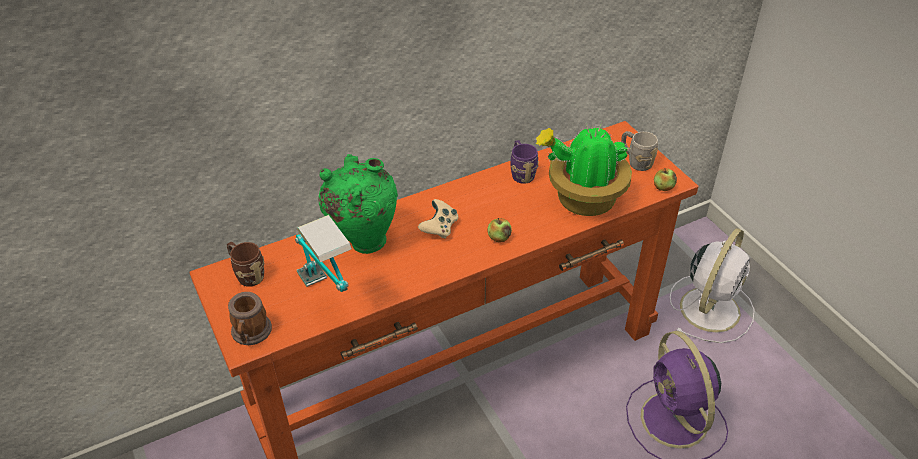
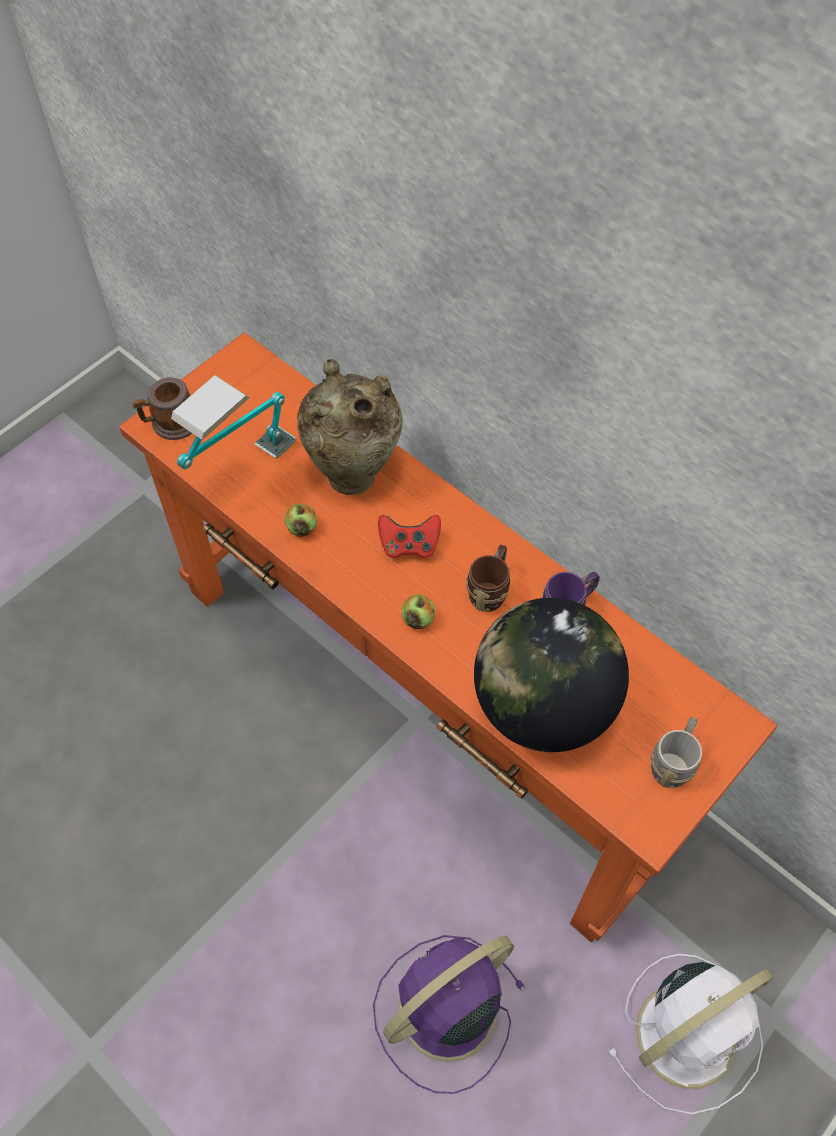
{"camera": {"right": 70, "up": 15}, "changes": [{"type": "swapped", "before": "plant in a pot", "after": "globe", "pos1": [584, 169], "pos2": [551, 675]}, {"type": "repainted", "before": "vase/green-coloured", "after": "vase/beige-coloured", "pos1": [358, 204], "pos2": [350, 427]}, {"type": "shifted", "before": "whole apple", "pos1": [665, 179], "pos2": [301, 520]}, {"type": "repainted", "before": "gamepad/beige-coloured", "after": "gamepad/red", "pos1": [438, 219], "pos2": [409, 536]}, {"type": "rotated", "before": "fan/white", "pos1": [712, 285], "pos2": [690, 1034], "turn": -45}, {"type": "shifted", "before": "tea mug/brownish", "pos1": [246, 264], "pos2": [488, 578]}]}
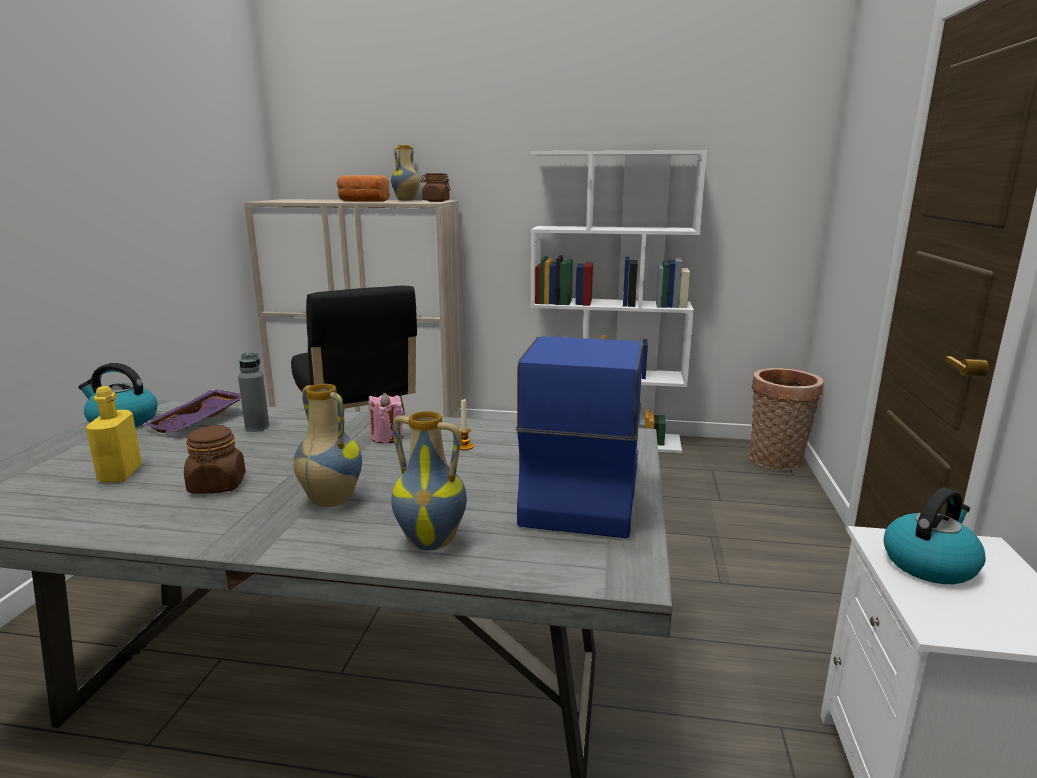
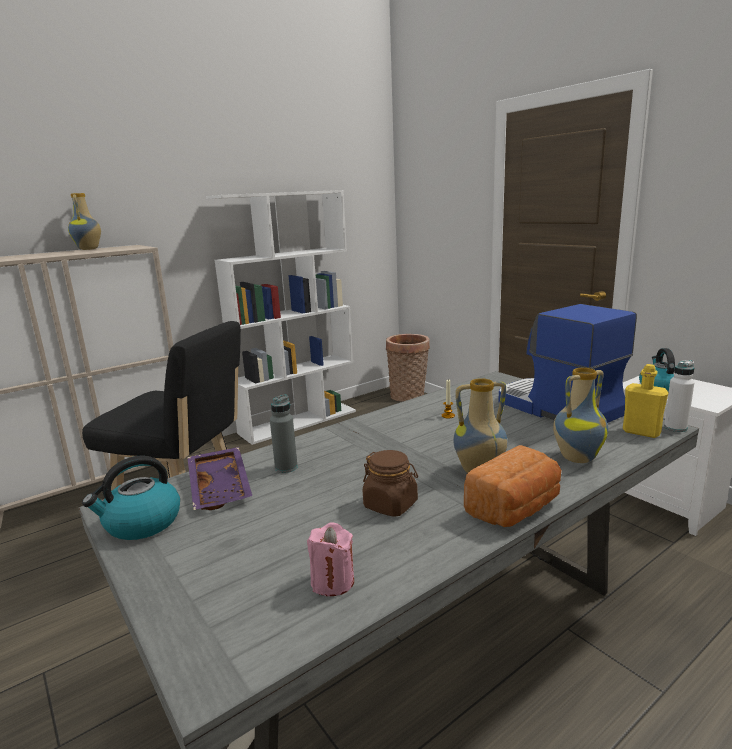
{"camera": {"right": -45, "up": 0}, "changes": [{"type": "gone", "before": "jar/brownish", "pos1": [435, 187]}, {"type": "shifted", "before": "baked bread", "pos1": [363, 188], "pos2": [512, 486]}, {"type": "shifted", "before": "beverage bottle/yellowish", "pos1": [113, 434], "pos2": [646, 401]}, {"type": "shifted", "before": "candle/pink", "pos1": [386, 418], "pos2": [330, 559]}, {"type": "new", "after": "beverage bottle/white", "pos2": [679, 396]}]}
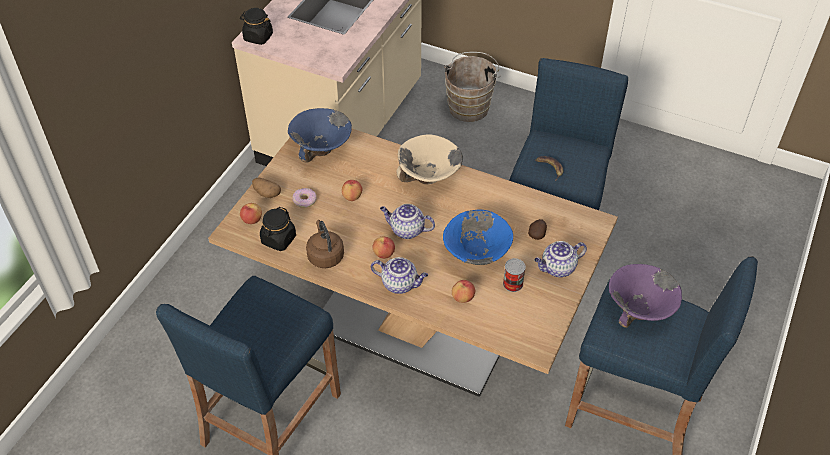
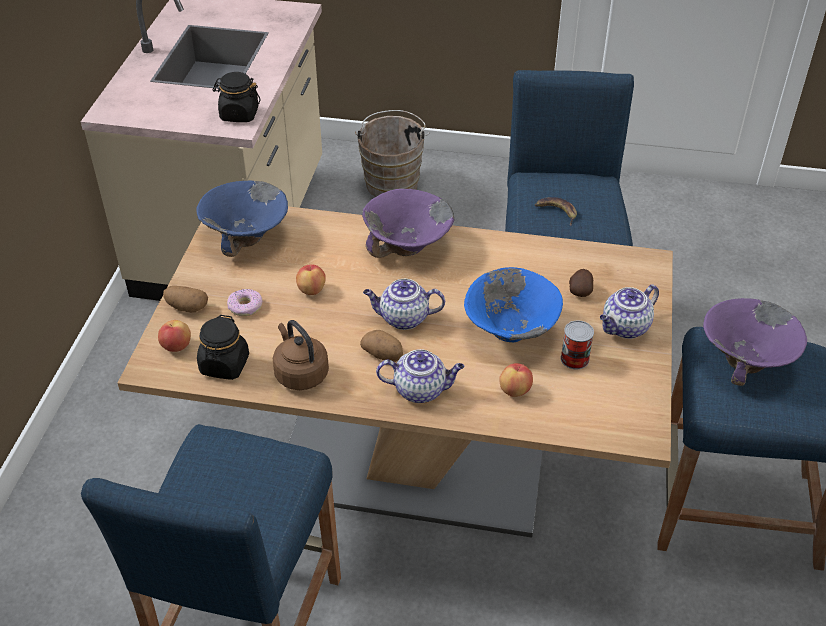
{"camera": {"right": -15, "up": -5}, "changes": [{"type": "shifted", "before": "jar/black", "pos1": [256, 26], "pos2": [236, 97]}, {"type": "repainted", "before": "serving bowl/beige-coloured", "after": "serving bowl/purple-coloured", "pos1": [429, 159], "pos2": [408, 223]}, {"type": "swapped", "before": "whole apple", "after": "spud", "pos1": [384, 248], "pos2": [381, 346]}]}
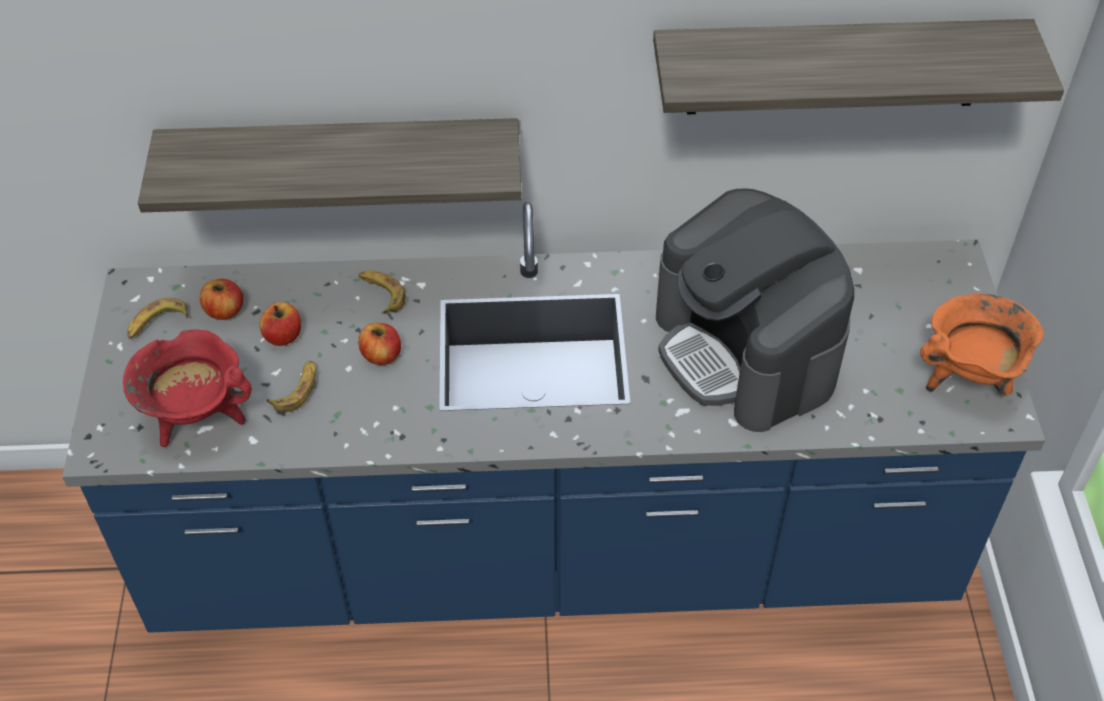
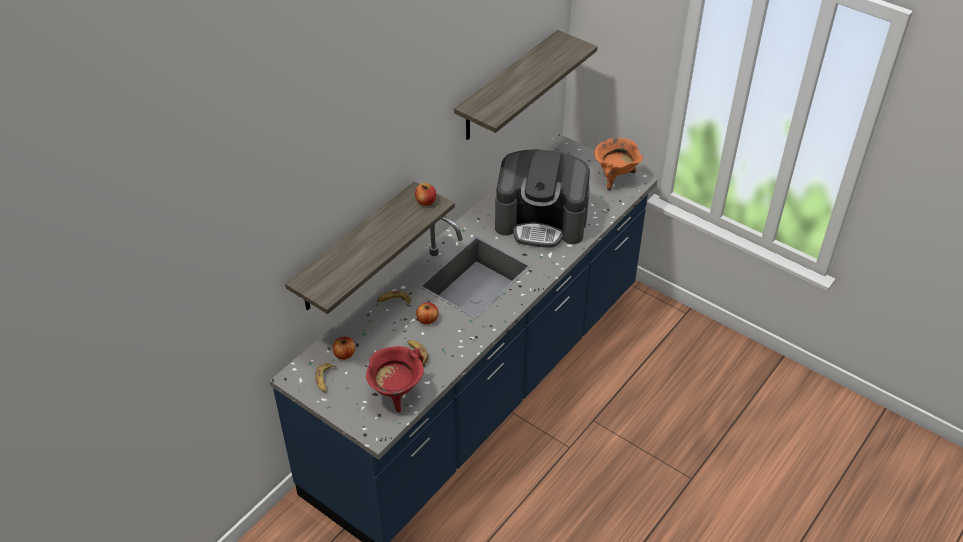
{"camera": {"right": -50, "up": -5}, "changes": [{"type": "shifted", "before": "whole apple", "pos1": [280, 324], "pos2": [425, 194]}]}
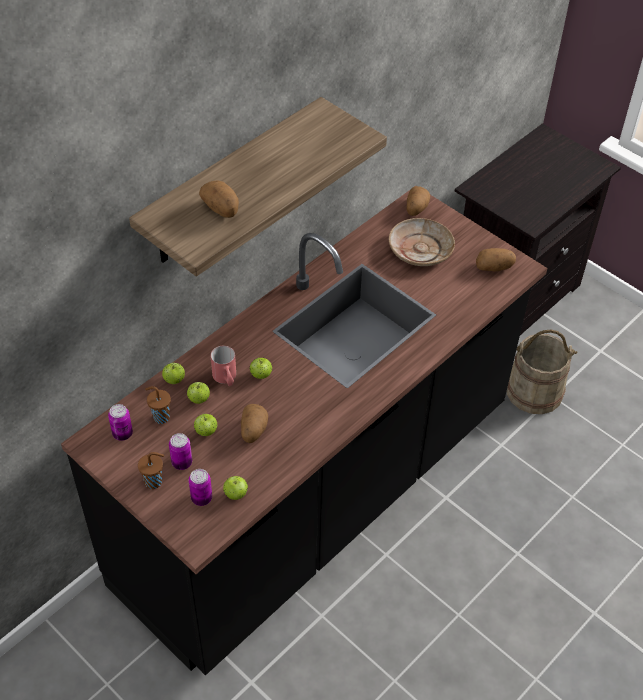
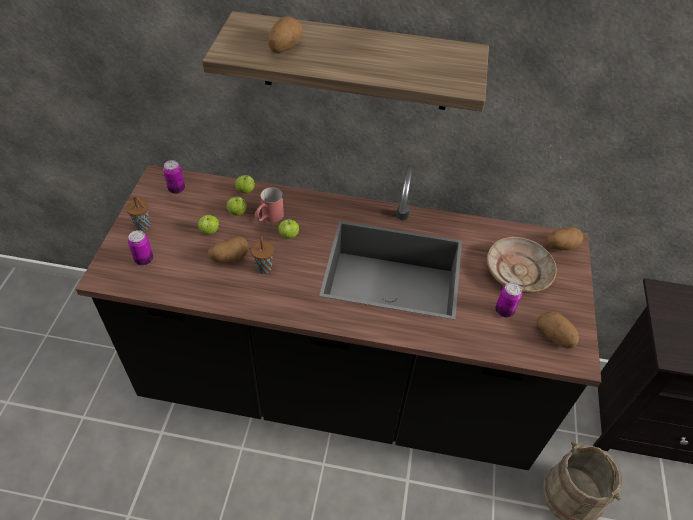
{"camera": {"right": 55, "up": 0}, "changes": [{"type": "shifted", "before": "cup/brownish", "pos1": [158, 405], "pos2": [262, 254]}, {"type": "shifted", "before": "metal can", "pos1": [180, 451], "pos2": [508, 300]}, {"type": "gone", "before": "whole apple", "pos1": [235, 488]}]}
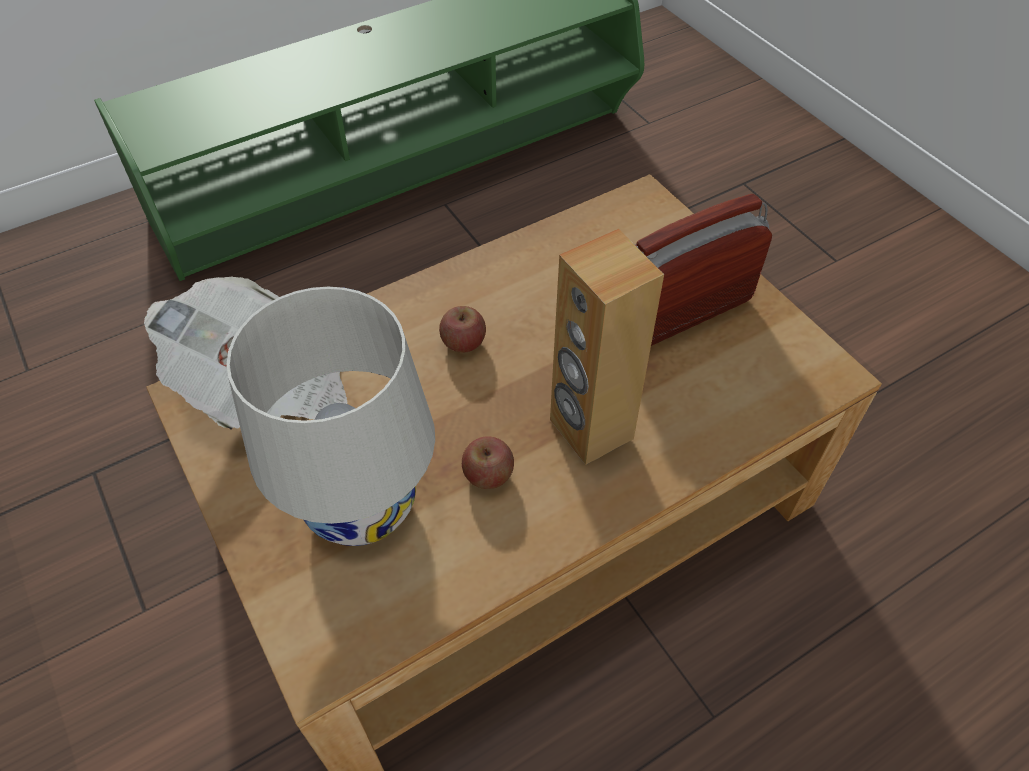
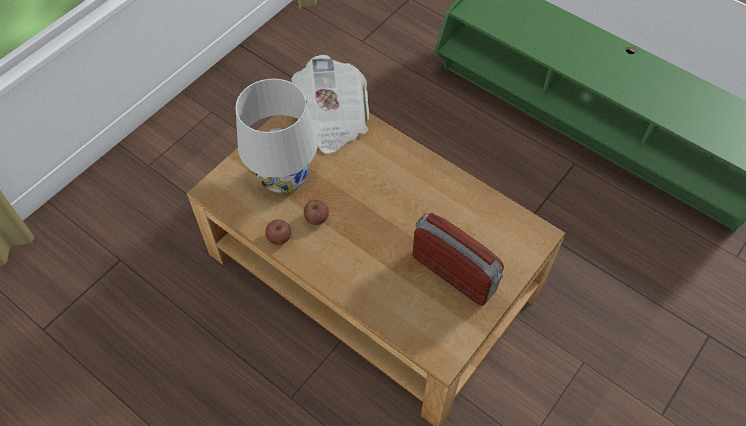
{"camera": {"right": 70, "up": 5}, "changes": [{"type": "gone", "before": "loudspeaker/brownish", "pos1": [607, 347]}, {"type": "shifted", "before": "whole apple", "pos1": [462, 329], "pos2": [278, 232]}]}
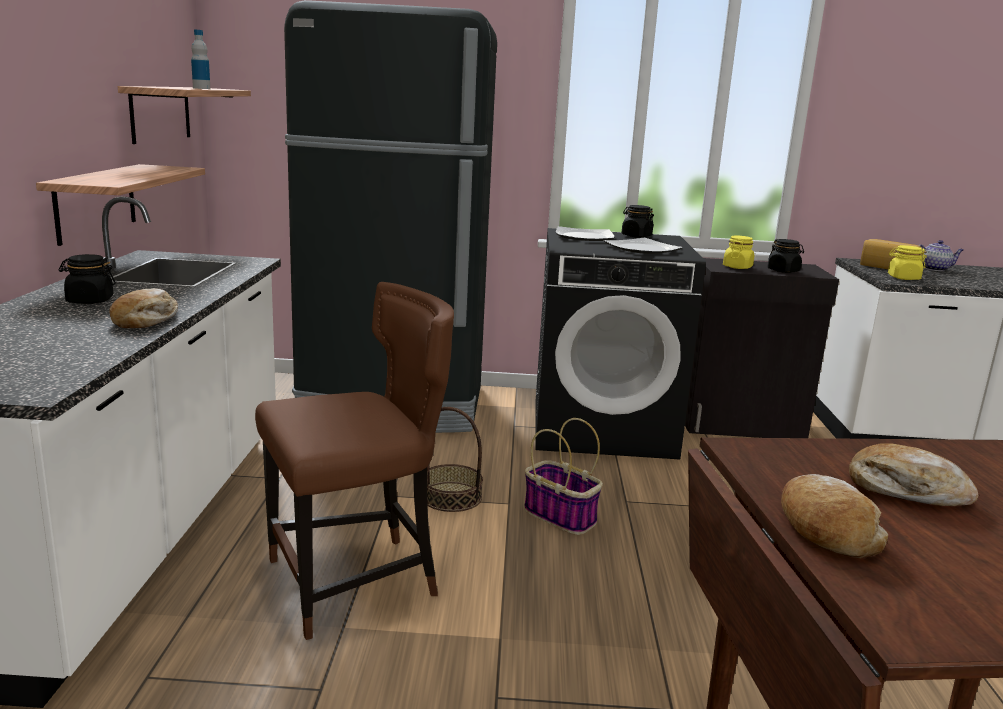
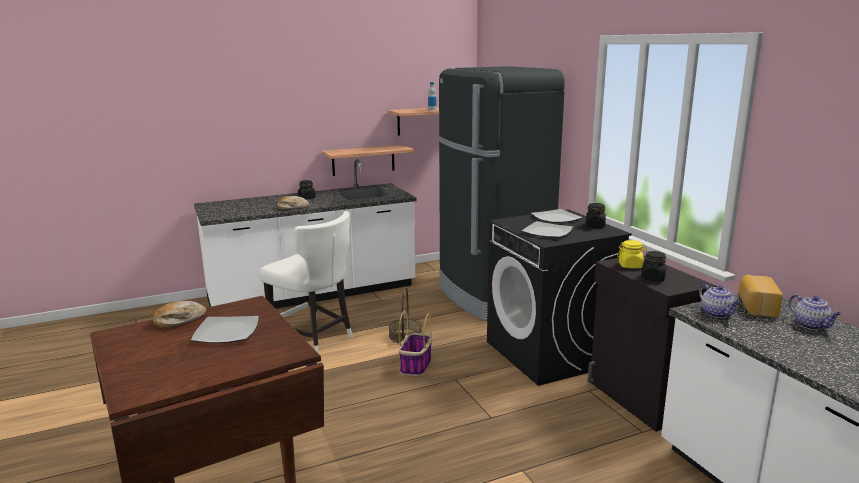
{"camera": {"right": 65, "up": 0}, "changes": [{"type": "swapped", "before": "jar/yellowish", "after": "teapot", "pos1": [907, 262], "pos2": [719, 301]}, {"type": "repainted", "before": "upright chair/brownish", "after": "upright chair/white", "pos1": [354, 461], "pos2": [306, 282]}, {"type": "swapped", "before": "baked bread", "after": "plate", "pos1": [914, 474], "pos2": [225, 329]}]}
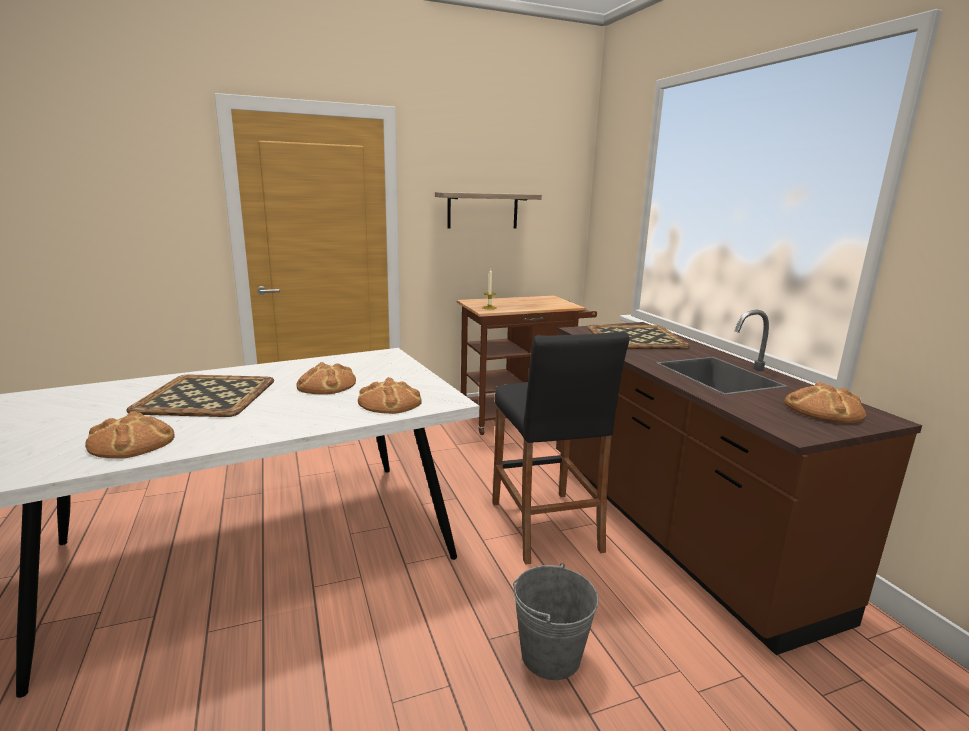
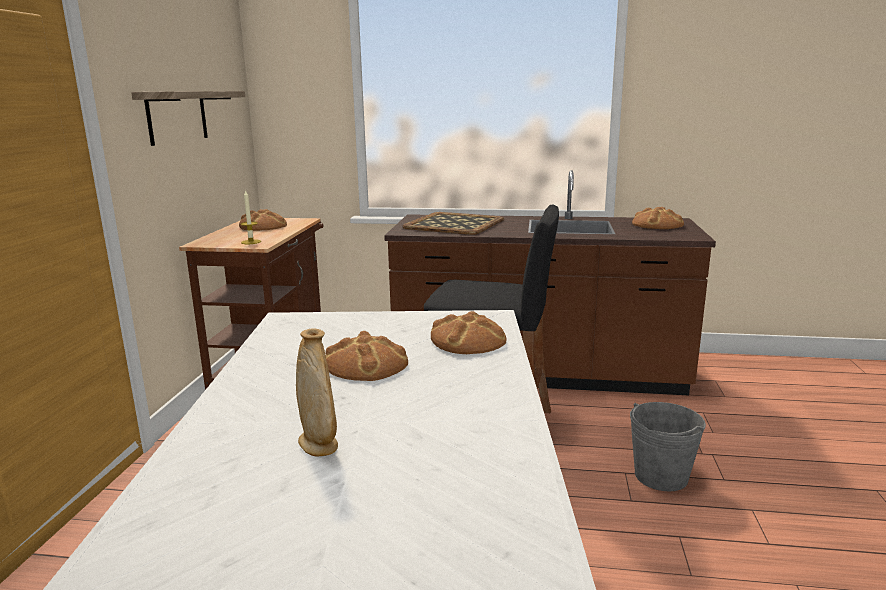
{"camera": {"right": -60, "up": 0}, "changes": [{"type": "swapped", "before": "carrying tray", "after": "vase/beige-coloured", "pos1": [200, 396], "pos2": [317, 392]}, {"type": "shifted", "before": "baked bread", "pos1": [130, 434], "pos2": [263, 220]}]}
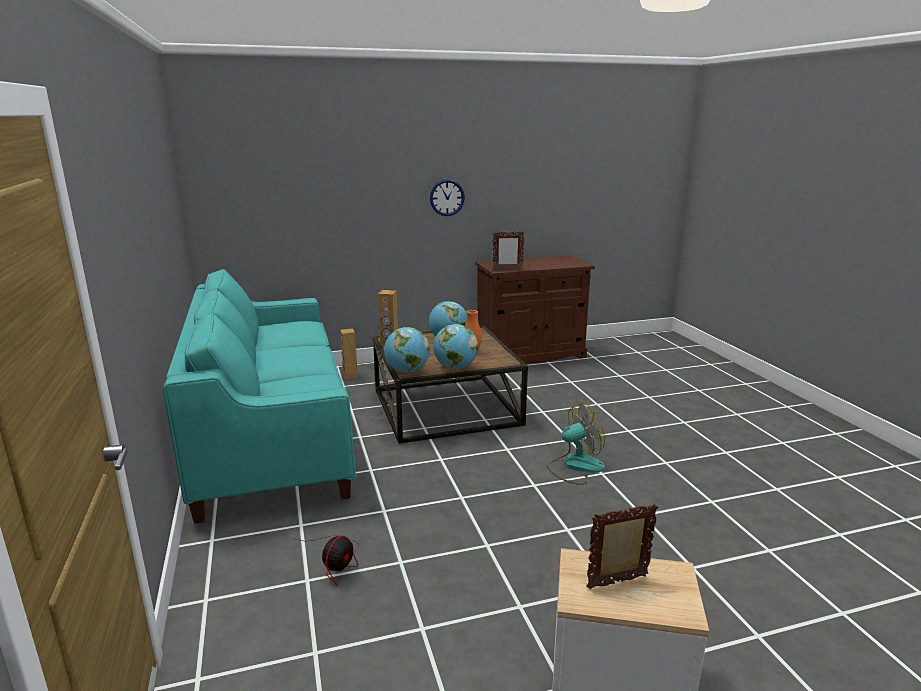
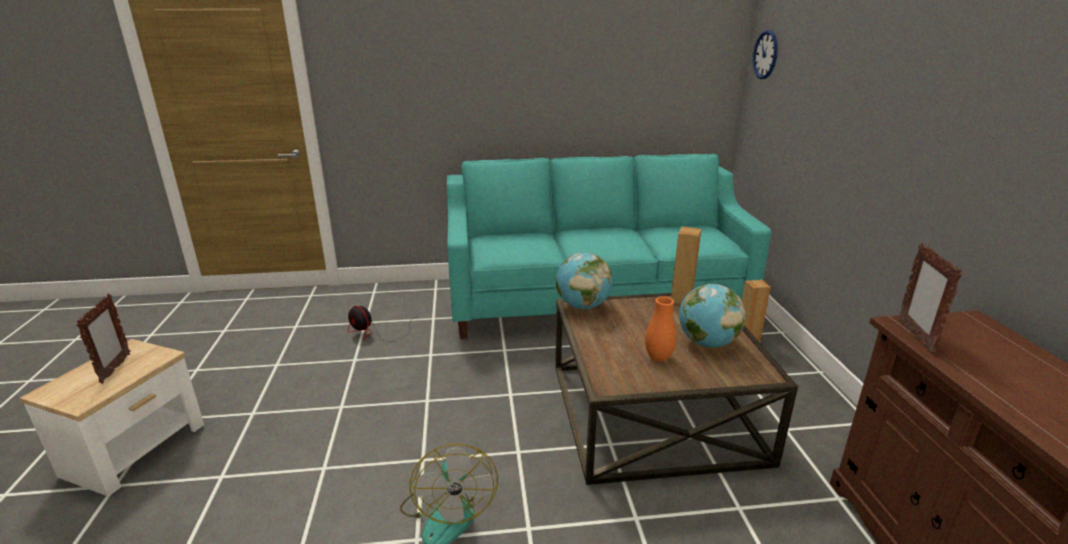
{"camera": {"right": 100, "up": 5}, "changes": [{"type": "shifted", "before": "clock on the wall", "pos1": [447, 198], "pos2": [765, 54]}, {"type": "gone", "before": "globe", "pos1": [455, 346]}]}
